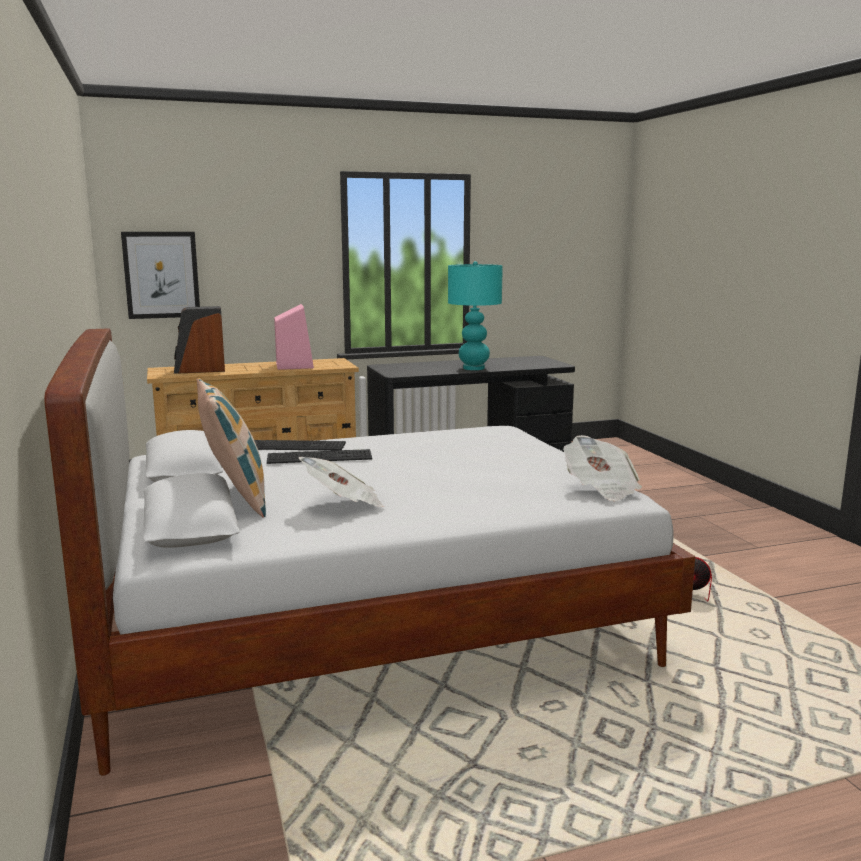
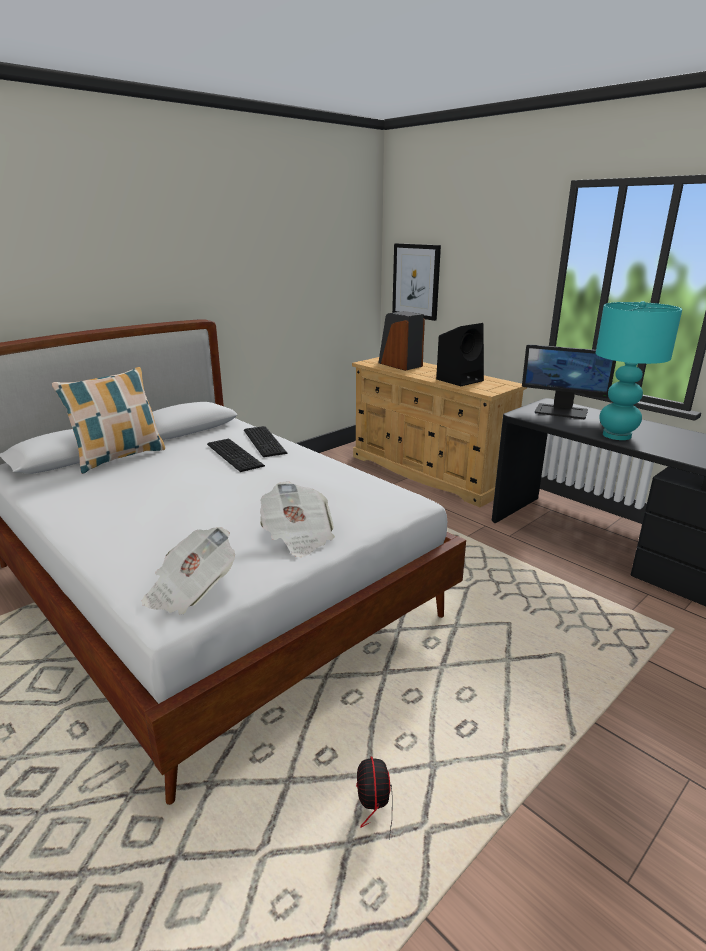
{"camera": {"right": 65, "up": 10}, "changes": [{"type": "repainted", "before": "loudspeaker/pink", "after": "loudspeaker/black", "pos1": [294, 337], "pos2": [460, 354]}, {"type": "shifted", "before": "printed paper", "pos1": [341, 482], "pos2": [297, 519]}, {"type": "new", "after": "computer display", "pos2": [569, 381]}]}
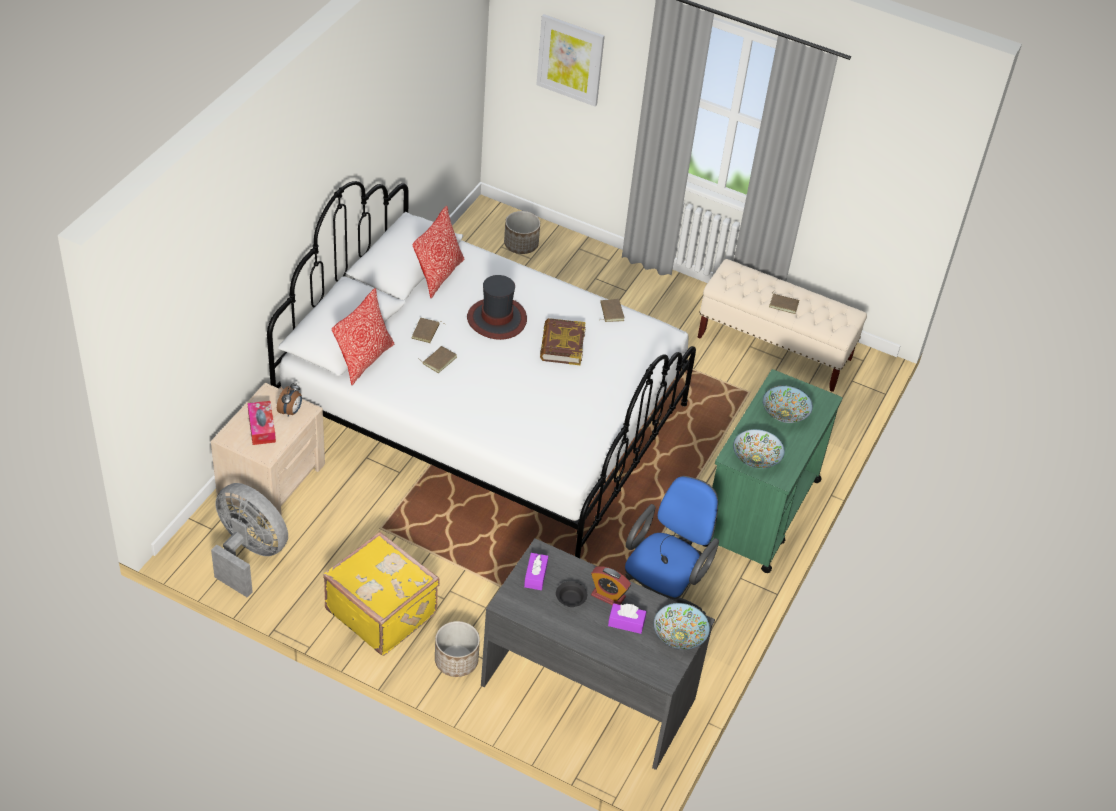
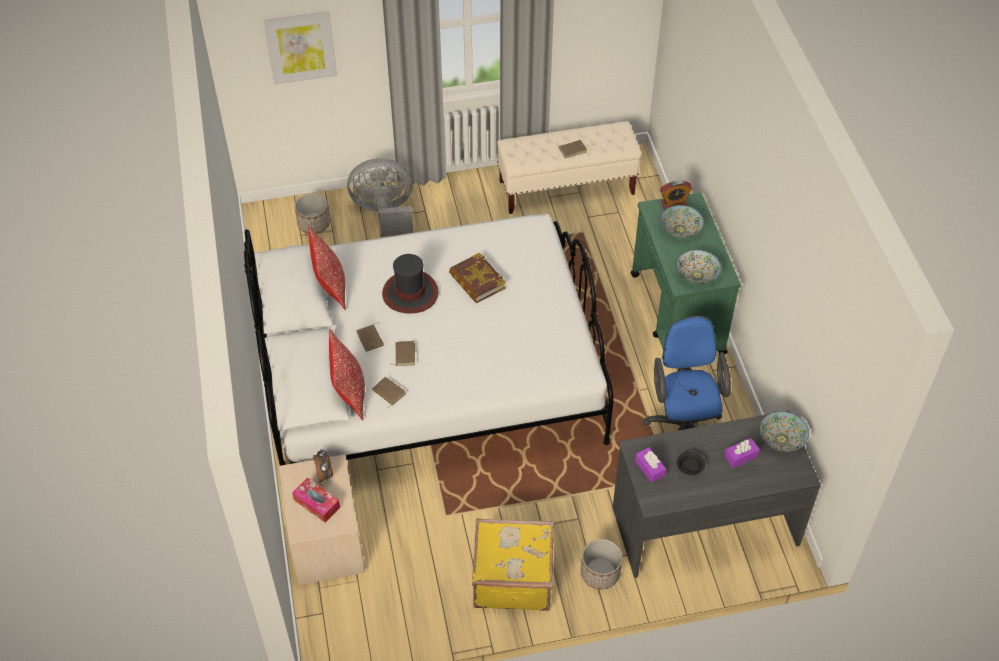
{"camera": {"right": -35, "up": 5}, "changes": [{"type": "shifted", "before": "bound book/brownish", "pos1": [612, 310], "pos2": [389, 392]}, {"type": "shifted", "before": "fan/grey", "pos1": [249, 540], "pos2": [380, 197]}, {"type": "shifted", "before": "bedside clock", "pos1": [611, 585], "pos2": [676, 195]}]}
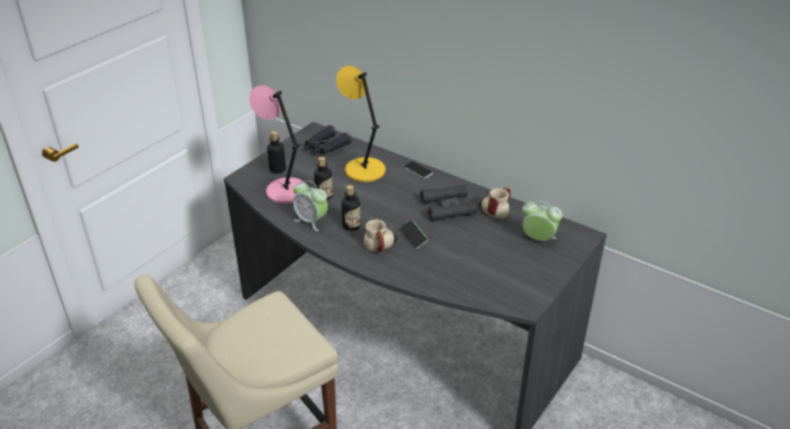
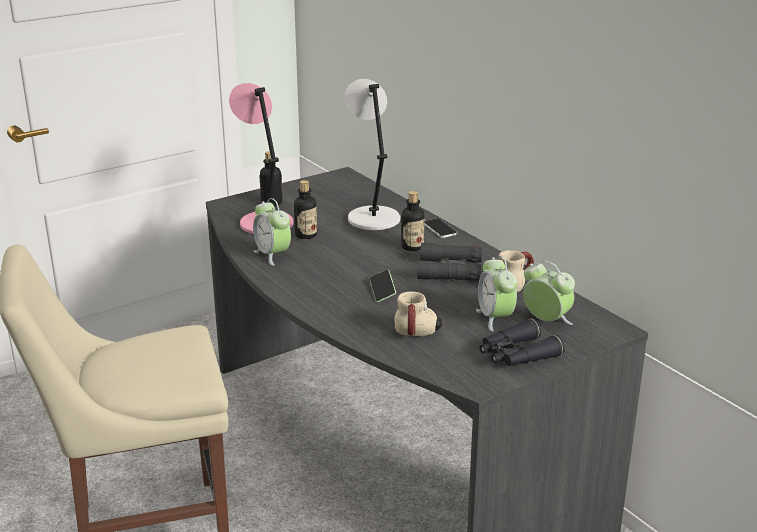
{"camera": {"right": 20, "up": -10}, "changes": [{"type": "repainted", "before": "lamp for a table/yellowish", "after": "lamp for a table/grey", "pos1": [361, 124], "pos2": [373, 154]}, {"type": "shifted", "before": "field glasses/black", "pos1": [328, 140], "pos2": [522, 342]}, {"type": "shifted", "before": "beverage bottle", "pos1": [351, 208], "pos2": [413, 221]}, {"type": "shifted", "before": "tea mug", "pos1": [380, 236], "pos2": [418, 314]}, {"type": "new", "after": "bedside clock", "pos2": [496, 293]}]}
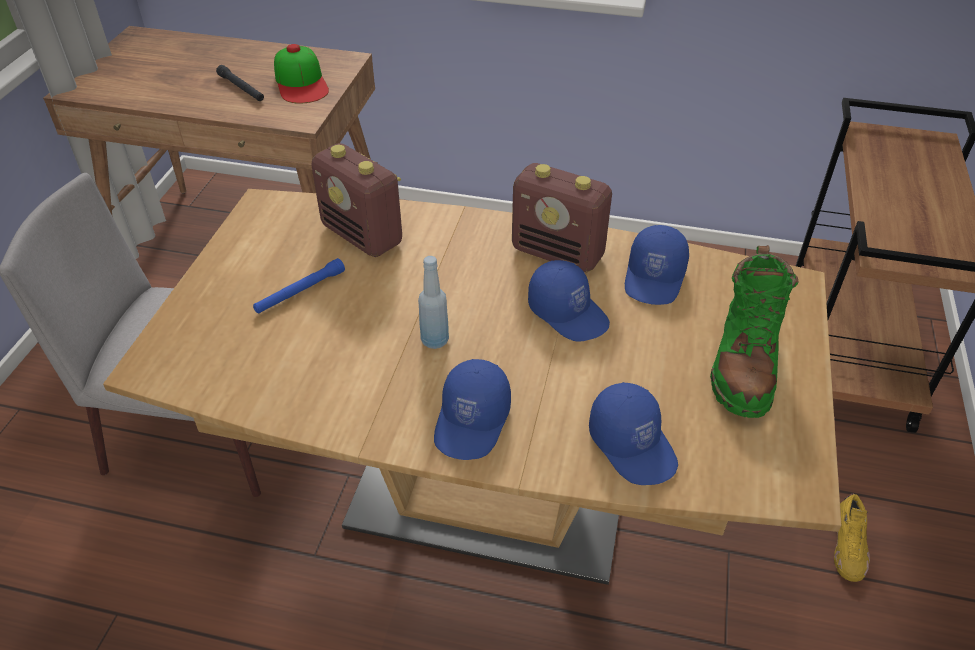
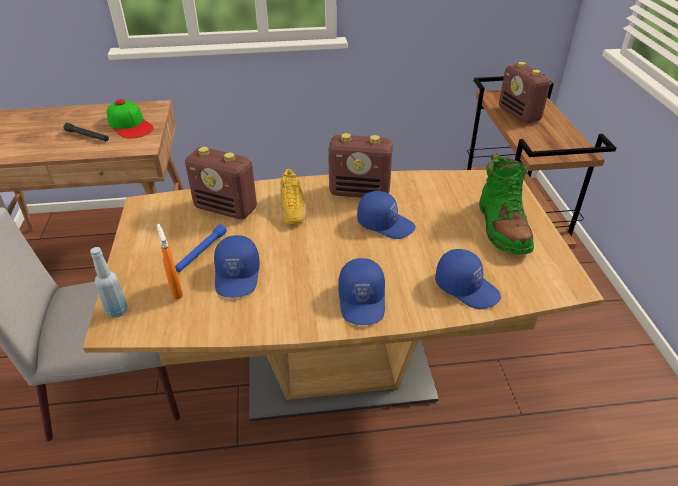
{"camera": {"right": -20, "up": -5}, "changes": [{"type": "shifted", "before": "baseball cap/blue-coloured", "pos1": [657, 265], "pos2": [237, 266]}, {"type": "shifted", "before": "beverage bottle/blue-coloured", "pos1": [433, 302], "pos2": [109, 282]}, {"type": "shifted", "before": "low shoe/yellowish", "pos1": [852, 537], "pos2": [293, 197]}, {"type": "new", "after": "radio", "pos2": [525, 92]}, {"type": "new", "after": "sprayer/orange-coloured", "pos2": [170, 261]}]}
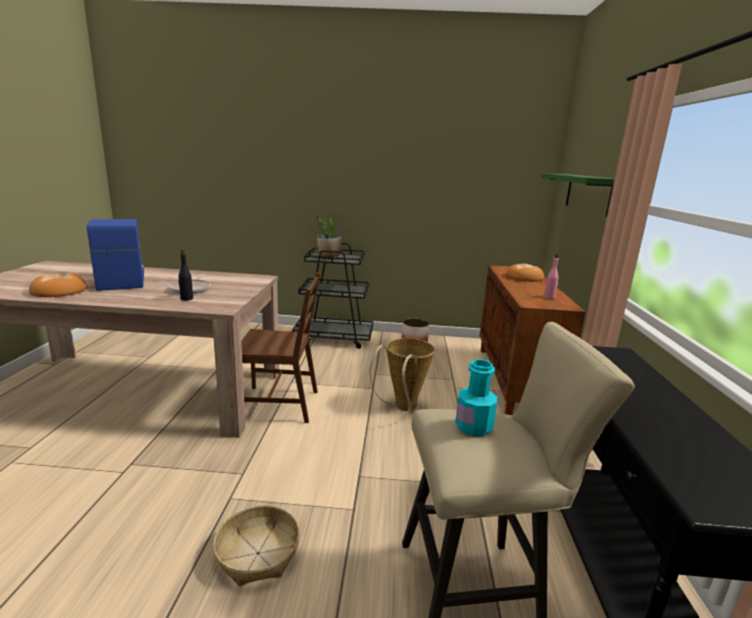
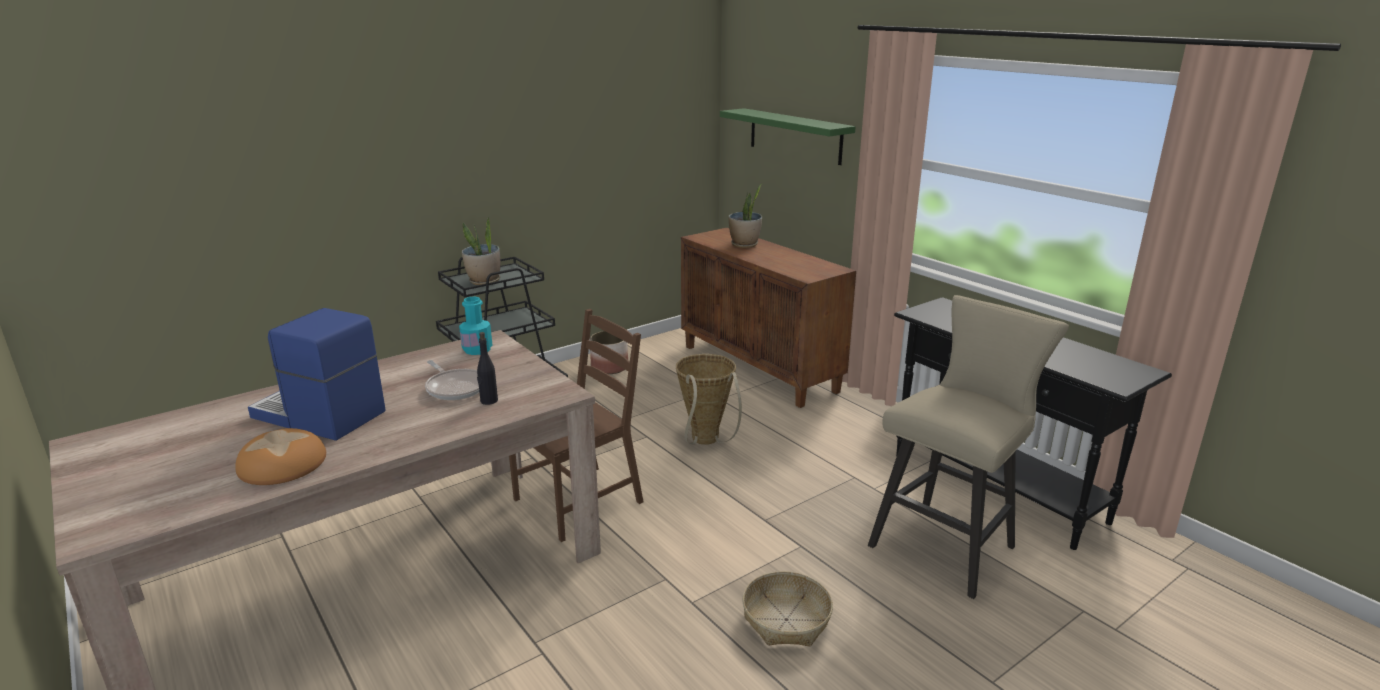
{"camera": {"right": -40, "up": 5}, "changes": [{"type": "gone", "before": "beverage bottle/pink", "pos1": [551, 276]}, {"type": "swapped", "before": "baked bread", "after": "plant in a pot", "pos1": [525, 272], "pos2": [745, 216]}, {"type": "shifted", "before": "beverage bottle/blue-green", "pos1": [476, 397], "pos2": [476, 326]}]}
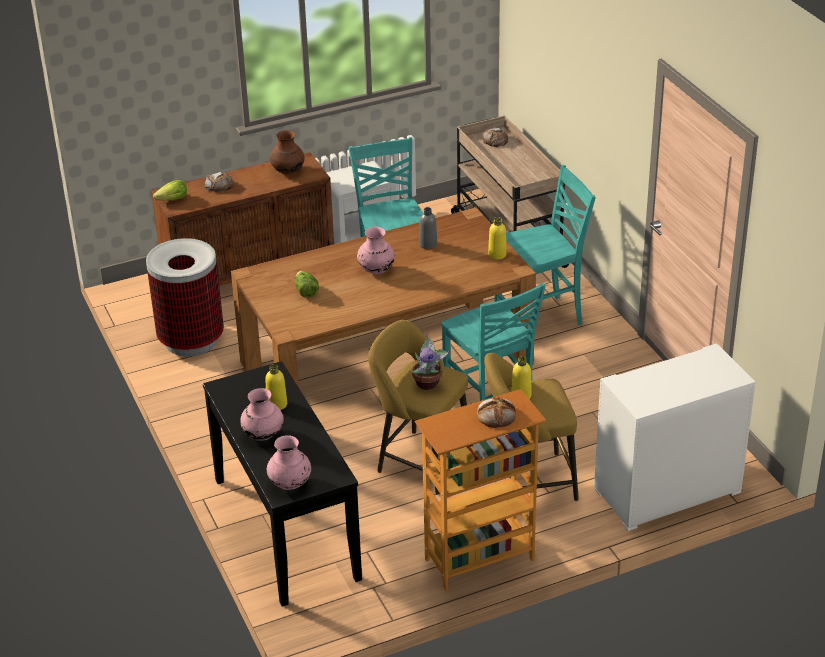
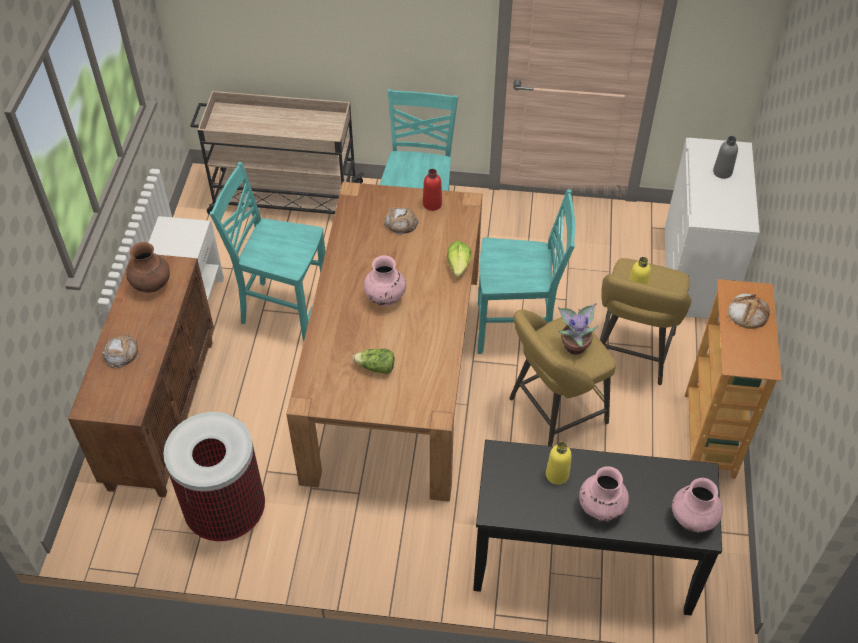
{"camera": {"right": -60, "up": 15}, "changes": [{"type": "shifted", "before": "baked bread", "pos1": [495, 136], "pos2": [401, 221]}, {"type": "shifted", "before": "head of lettuce", "pos1": [170, 190], "pos2": [459, 259]}, {"type": "shifted", "before": "beverage bottle/grey", "pos1": [428, 228], "pos2": [725, 157]}, {"type": "repainted", "before": "beverage bottle/yellowish", "after": "beverage bottle/red", "pos1": [497, 238], "pos2": [432, 190]}]}
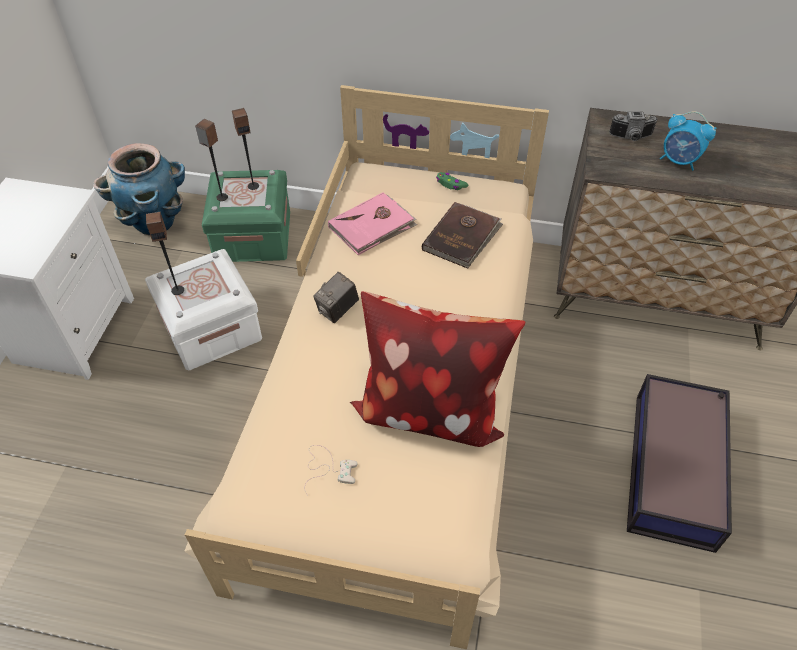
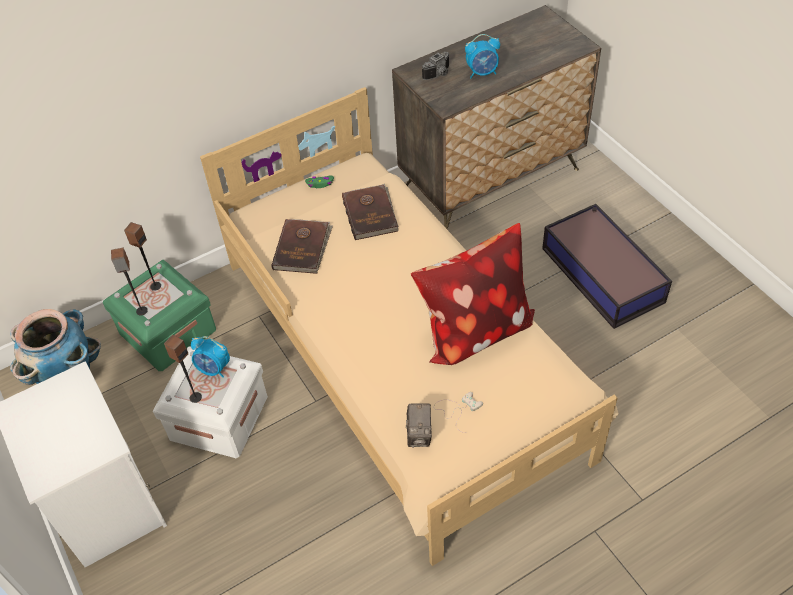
{"camera": {"right": -40, "up": 0}, "changes": [{"type": "repainted", "before": "bound book/pink", "after": "bound book/brownish", "pos1": [372, 223], "pos2": [302, 246]}, {"type": "shifted", "before": "still camera", "pos1": [336, 297], "pos2": [419, 426]}, {"type": "new", "after": "bedside clock", "pos2": [210, 356]}]}
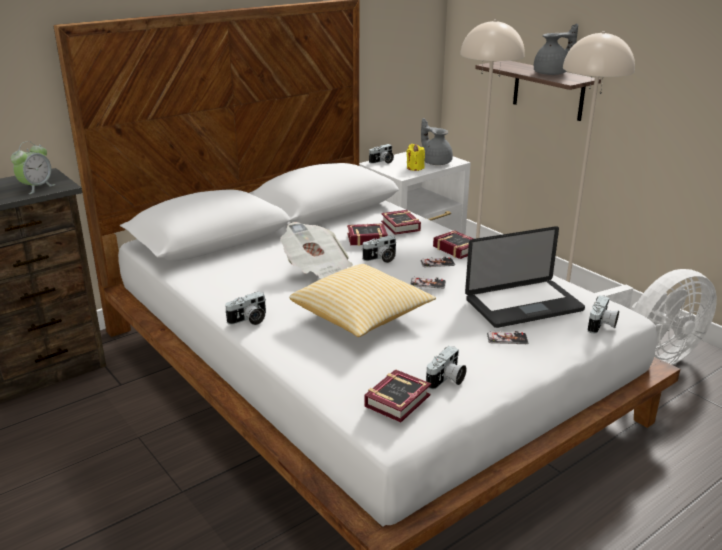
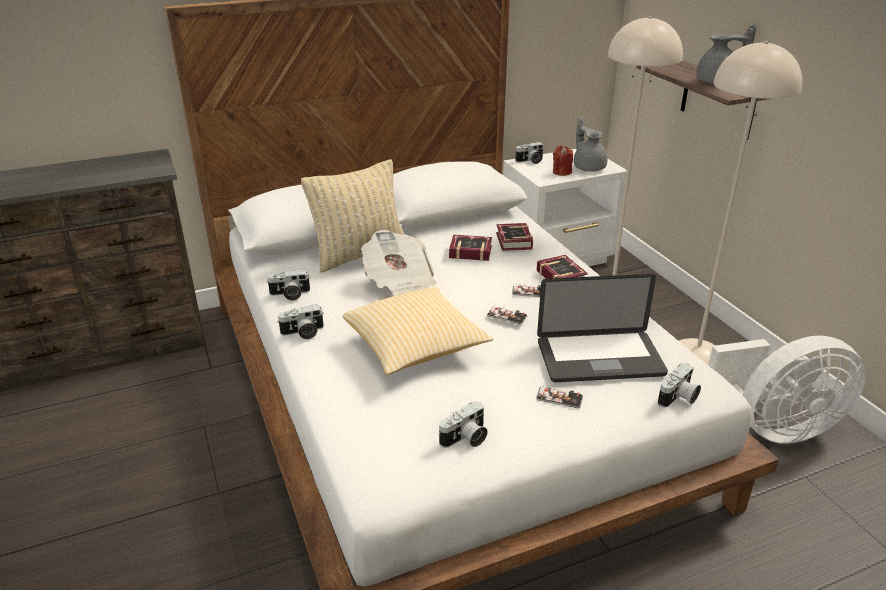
{"camera": {"right": 15, "up": 5}, "changes": [{"type": "gone", "before": "bedside clock", "pos1": [33, 167]}, {"type": "repainted", "before": "candle/yellowish", "after": "candle/red", "pos1": [415, 157], "pos2": [563, 160]}, {"type": "shifted", "before": "still camera", "pos1": [379, 249], "pos2": [288, 285]}, {"type": "gone", "before": "bound book", "pos1": [398, 395]}, {"type": "new", "after": "cushion/beige-coloured", "pos2": [352, 216]}]}
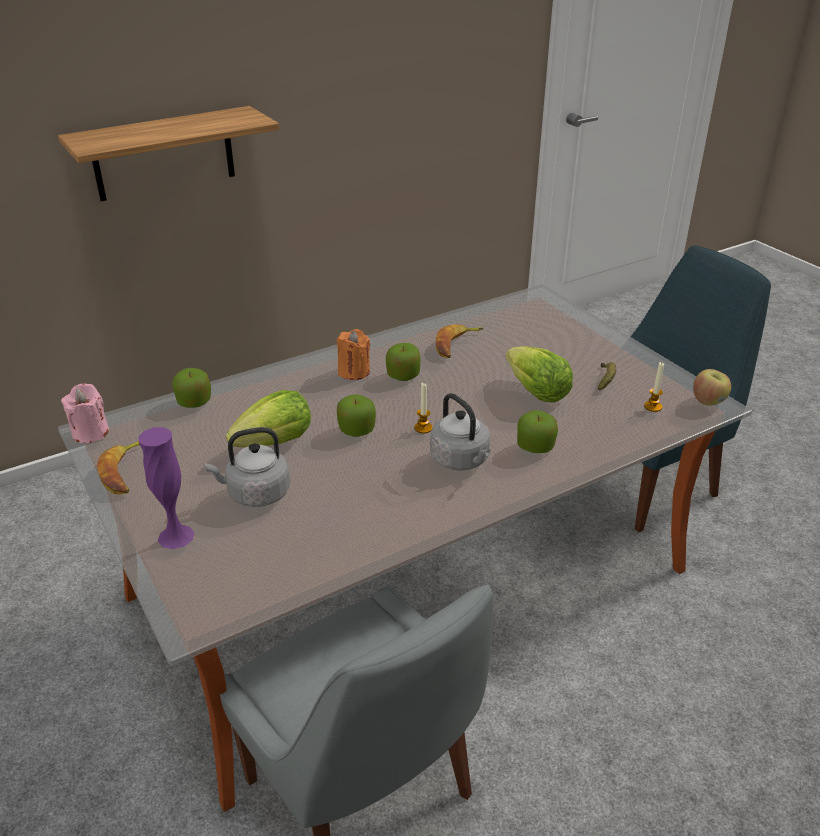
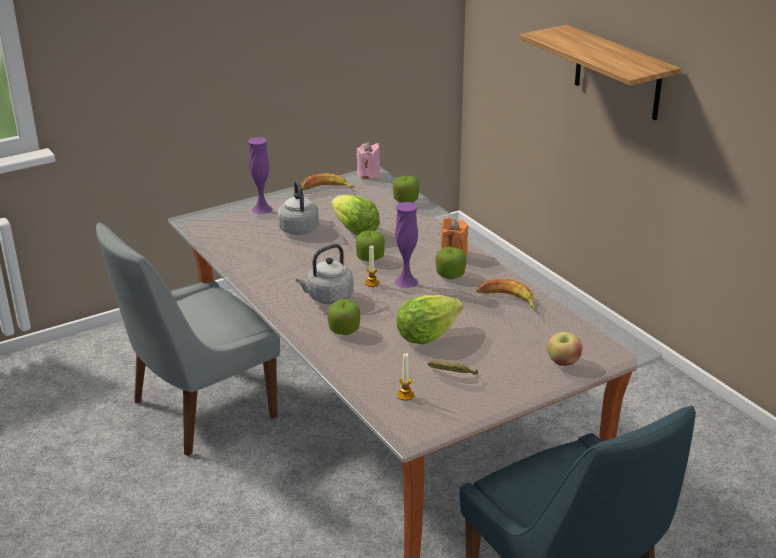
{"camera": {"right": 90, "up": -5}, "changes": [{"type": "shifted", "before": "whole apple", "pos1": [712, 387], "pos2": [564, 349]}, {"type": "new", "after": "vase/purple-coloured", "pos2": [406, 245]}]}
